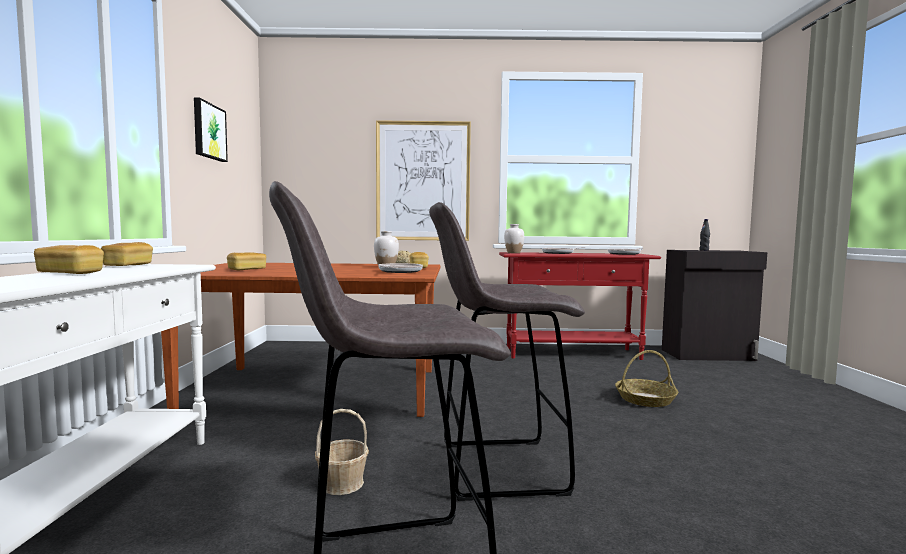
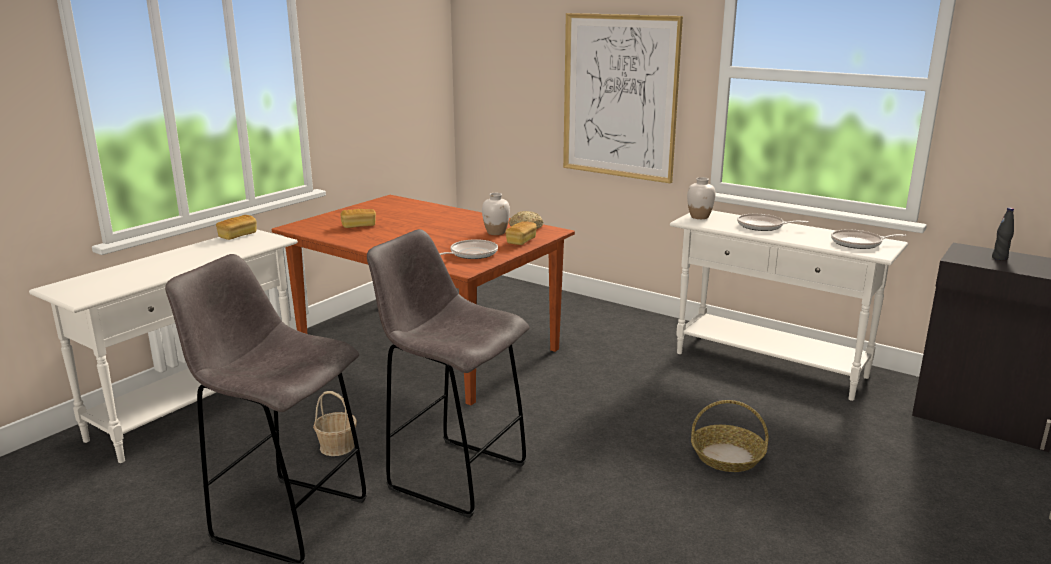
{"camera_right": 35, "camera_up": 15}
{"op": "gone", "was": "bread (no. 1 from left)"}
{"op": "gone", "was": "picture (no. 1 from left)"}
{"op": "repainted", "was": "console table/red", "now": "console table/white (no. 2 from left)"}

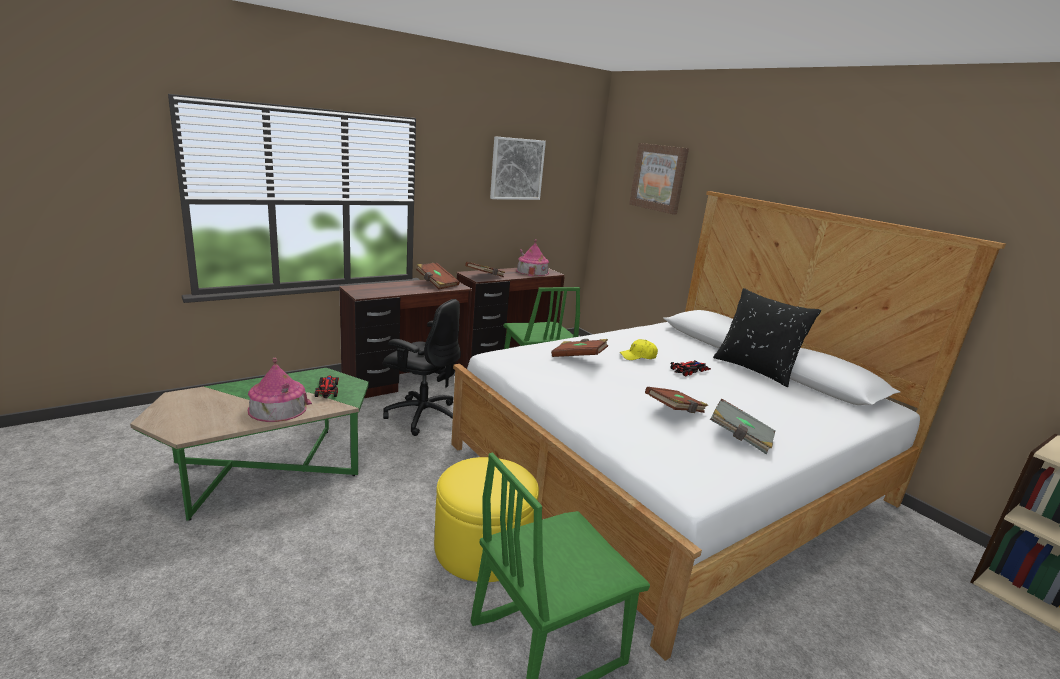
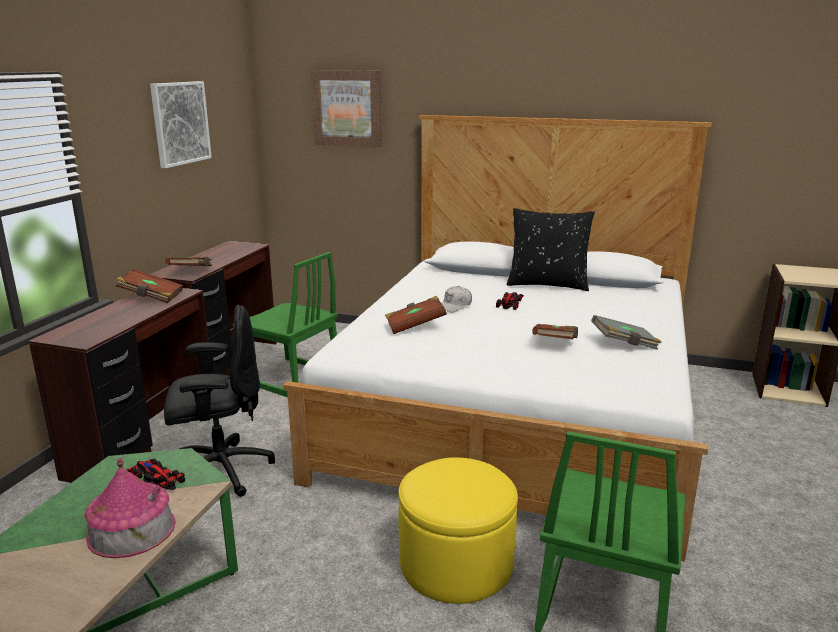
{"camera_right": -35, "camera_up": 0}
{"op": "gone", "was": "toy house (no. 2 from left)"}
{"op": "repainted", "was": "cap/yellow", "now": "cap/white"}

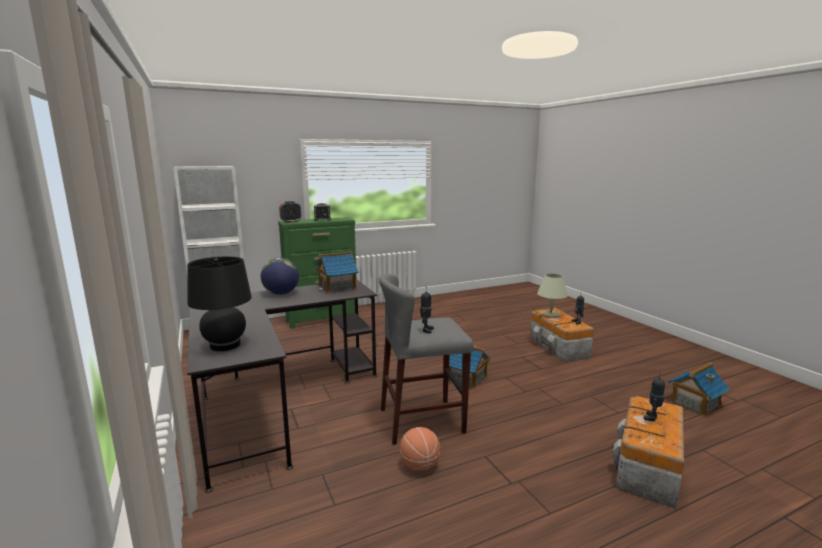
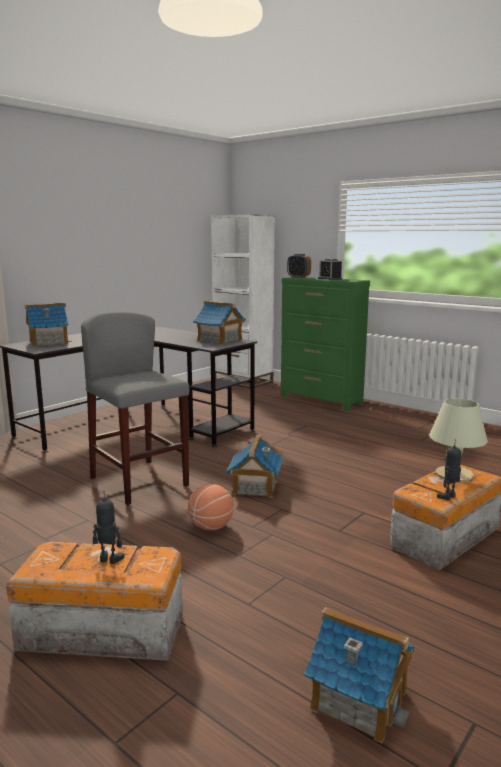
{"camera_right": 65, "camera_up": 0}
{"op": "swapped", "was": "table lamp/black", "now": "toy house (no. 1 from left)"}
{"op": "gone", "was": "globe"}
{"op": "shifted", "was": "basketball"}
{"op": "gone", "was": "toy robot (no. 1 from left)"}

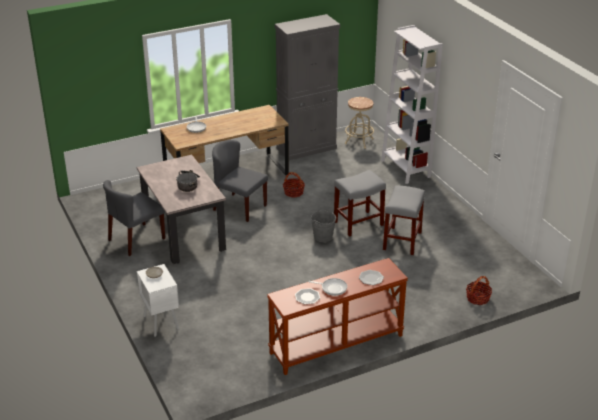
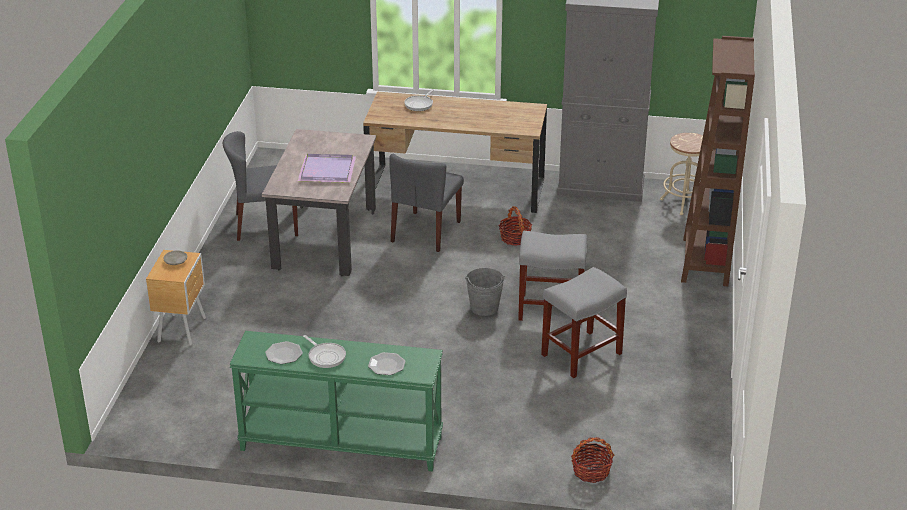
{"camera_right": 35, "camera_up": 0}
{"op": "repainted", "was": "nightstand/white", "now": "nightstand/brown"}
{"op": "swapped", "was": "cooking pot", "now": "tray/purple"}
{"op": "rotated", "was": "chair/grey (no. 2 from left)", "clockwise": -135}
{"op": "repainted", "was": "console table/brown", "now": "console table/green"}
{"op": "repainted", "was": "bookcase/white", "now": "bookcase/brown"}

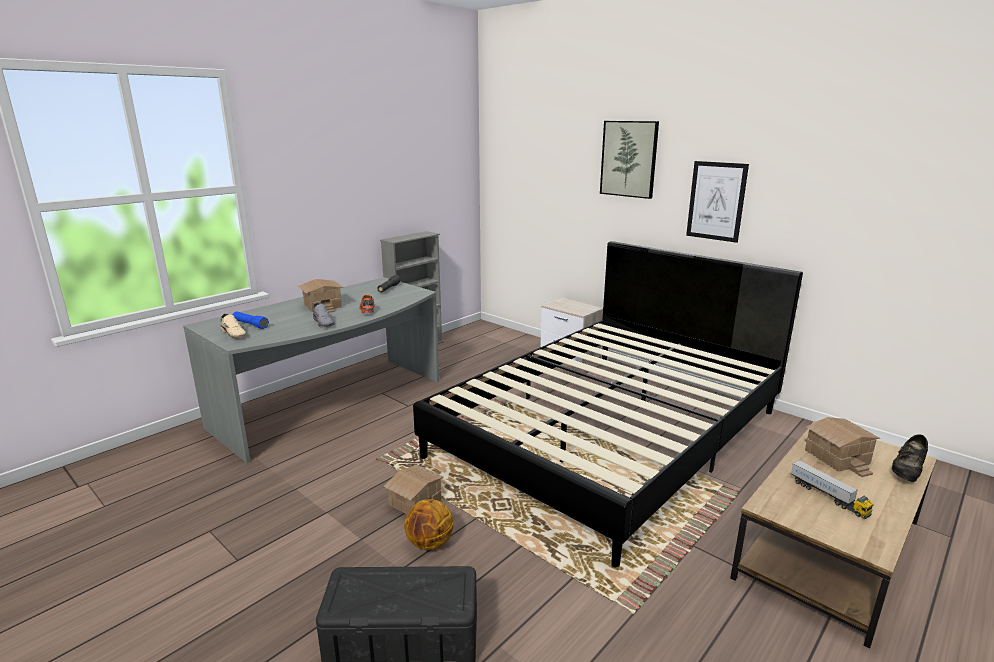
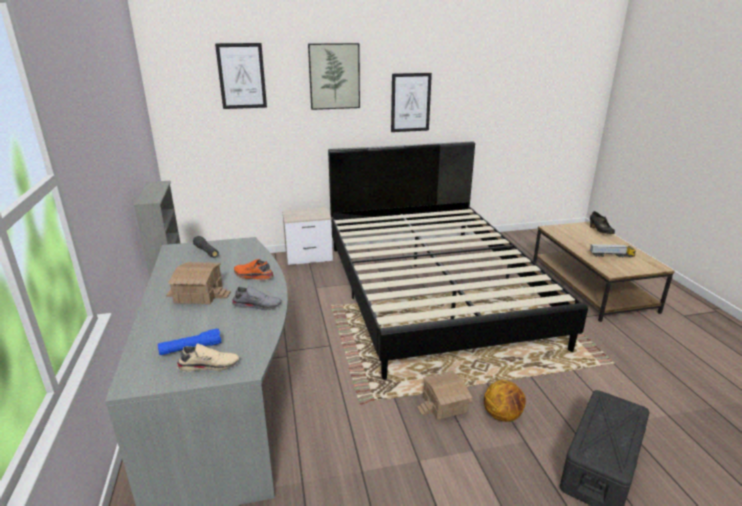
{"camera_right": -55, "camera_up": 5}
{"op": "gone", "was": "toy house (no. 3 from left)"}
{"op": "new", "now": "picture (no. 1 from left)"}

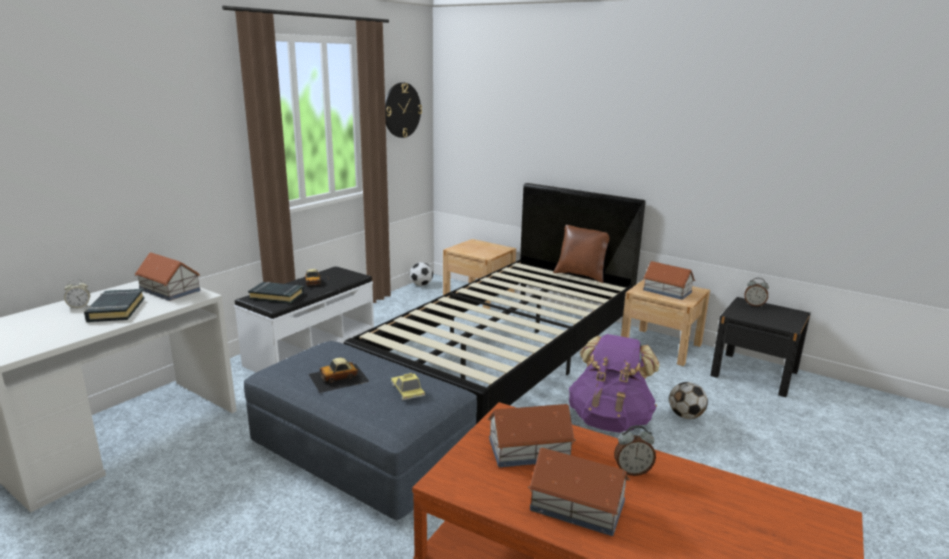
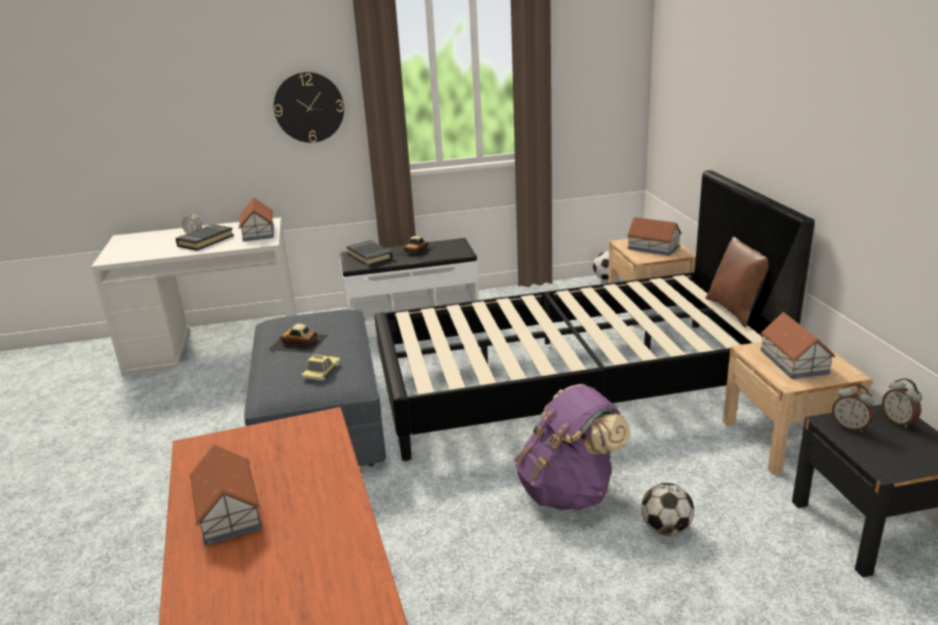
{"camera_right": 45, "camera_up": 5}
{"op": "shifted", "was": "wall clock"}
{"op": "shifted", "was": "toy house (no. 2 from left in the first image)", "now": "toy house (no. 3 from left)"}
{"op": "shifted", "was": "alarm clock (no. 2 from left)"}

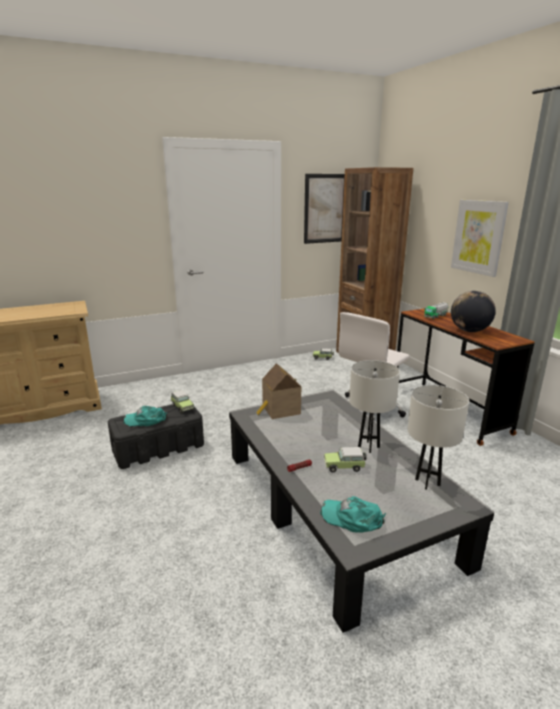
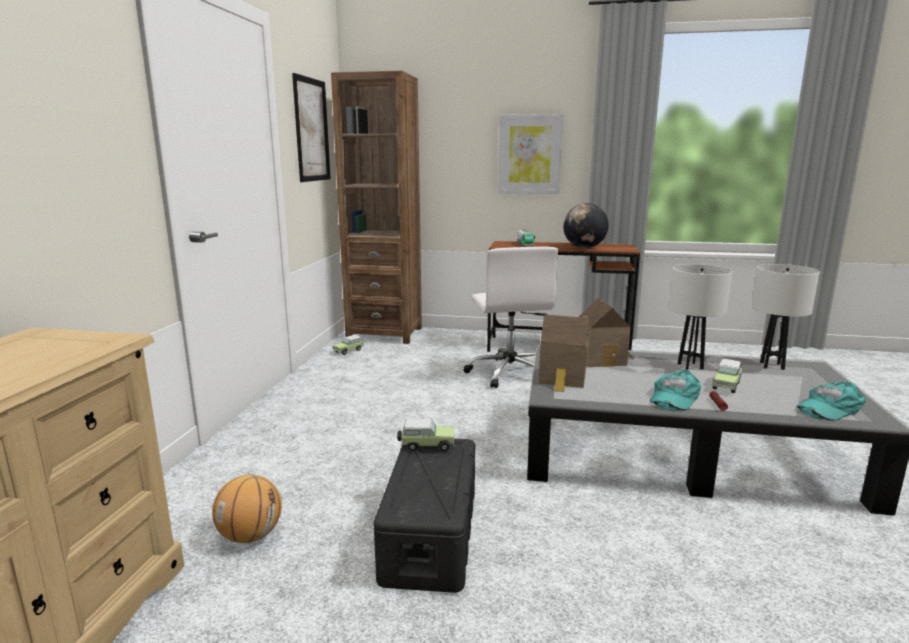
{"camera_right": -55, "camera_up": -5}
{"op": "shifted", "was": "cap/turquoise (no. 1 from left)"}
{"op": "new", "now": "basketball"}
{"op": "new", "now": "toy house (no. 2 from left)"}

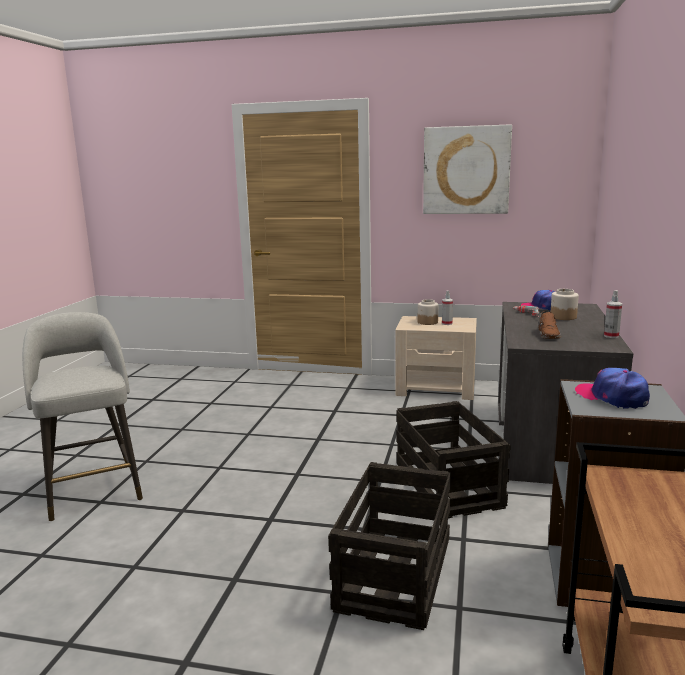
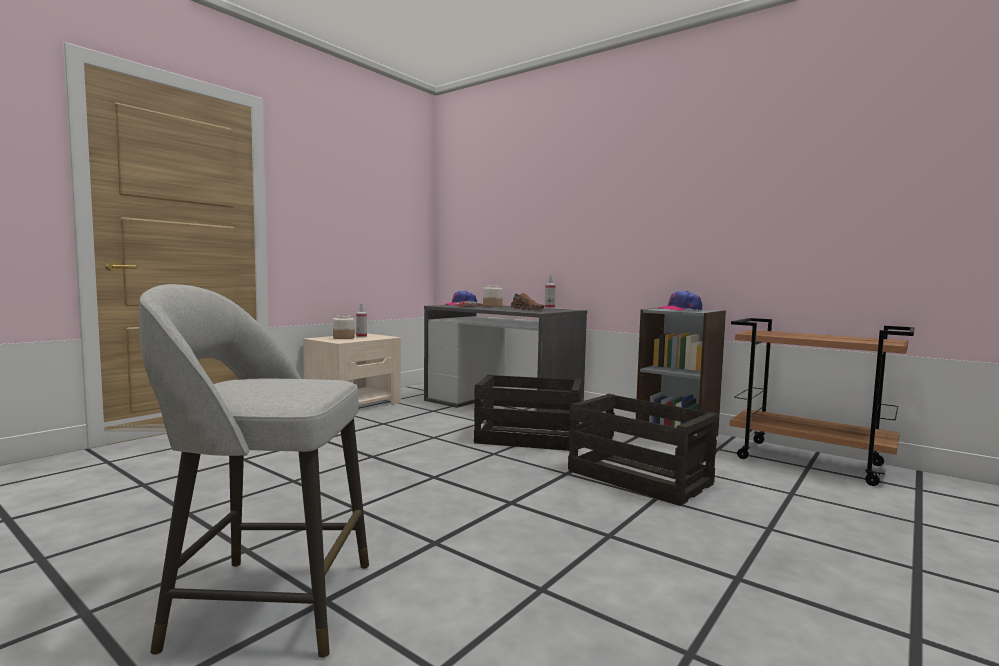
{"camera_right": -65, "camera_up": -10}
{"op": "gone", "was": "picture"}

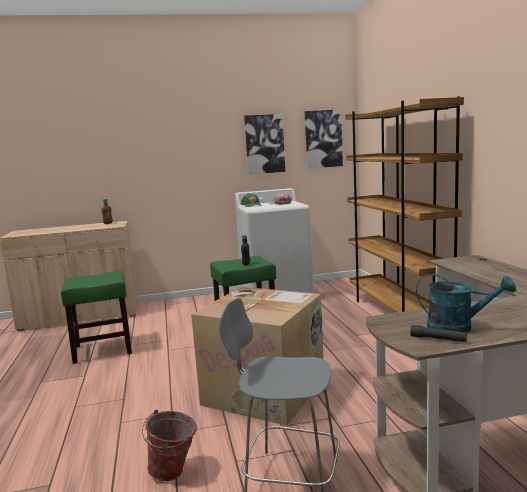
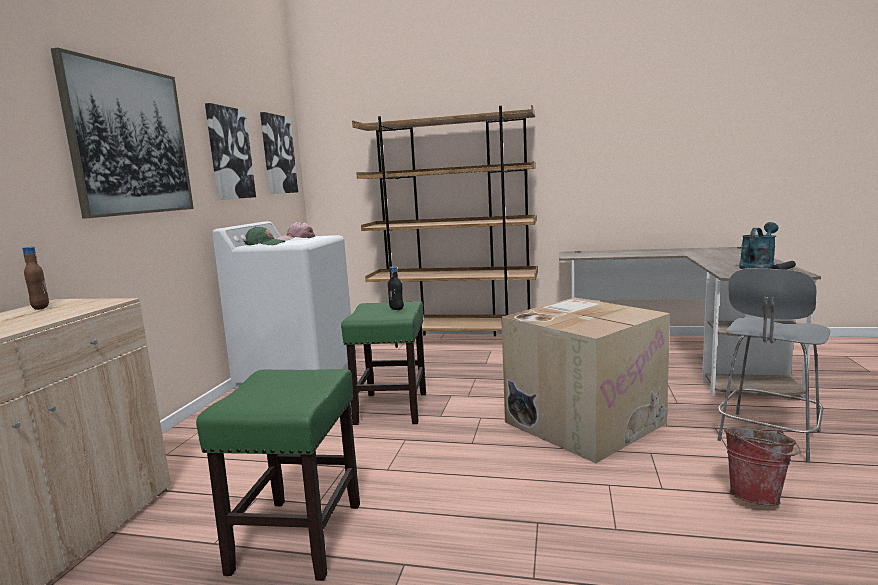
{"camera_right": -65, "camera_up": 0}
{"op": "new", "now": "picture (no. 1 from left)"}

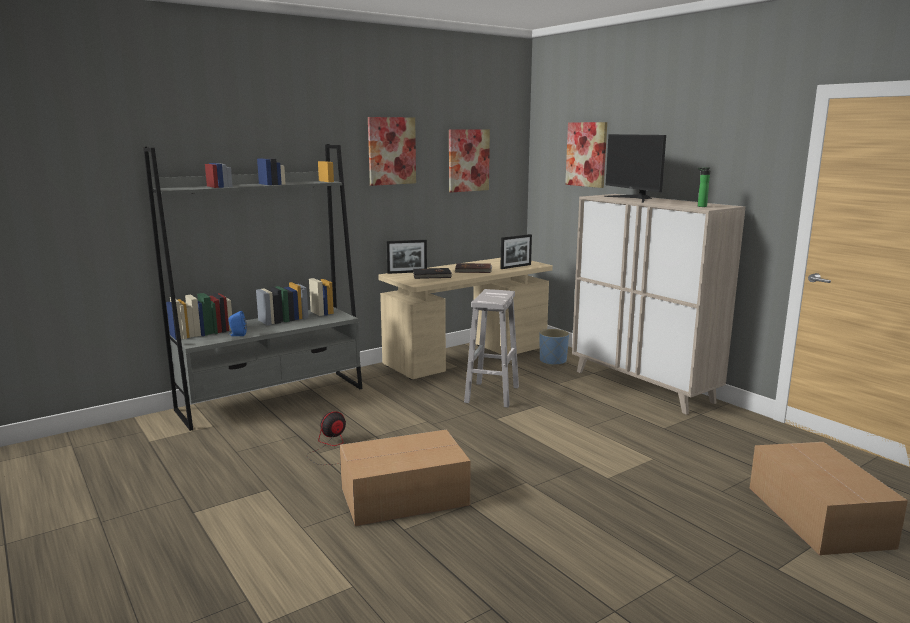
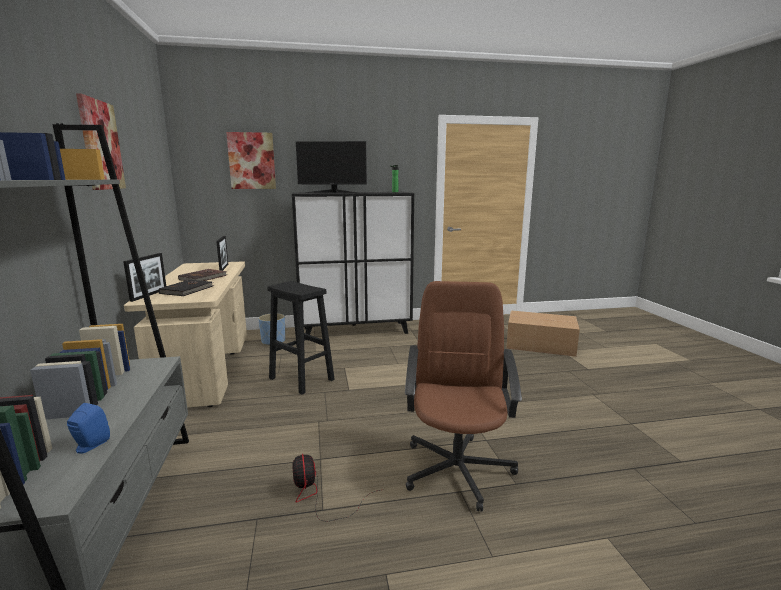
{"camera_right": -65, "camera_up": 0}
{"op": "swapped", "was": "cardboard box (no. 1 from left)", "now": "office chair/brown"}
{"op": "gone", "was": "picture (no. 2 from left)"}
{"op": "repainted", "was": "stool/white", "now": "stool/black"}
{"op": "repainted", "was": "cabinet/beige", "now": "cabinet/black"}

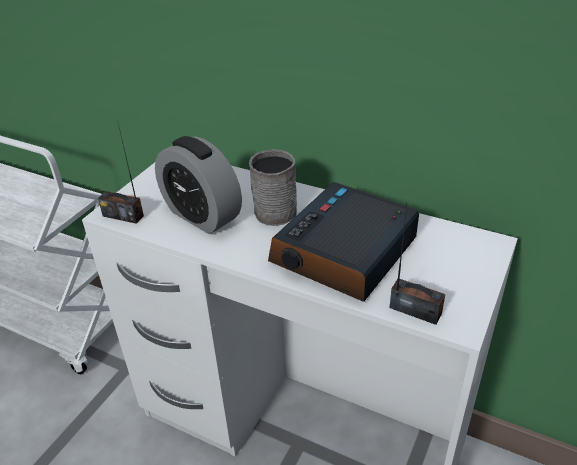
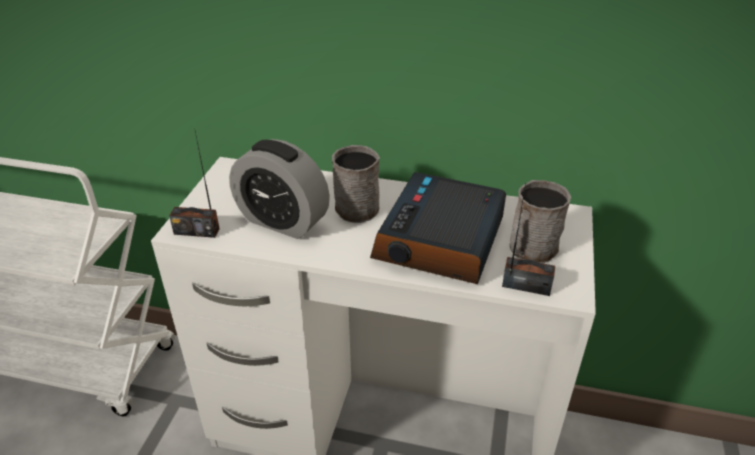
{"camera_right": -15, "camera_up": 0}
{"op": "new", "now": "mug/grey (no. 2 from left)"}

